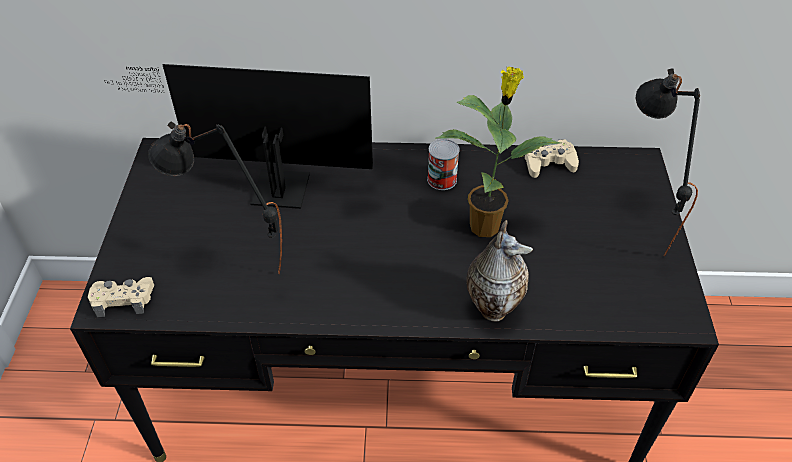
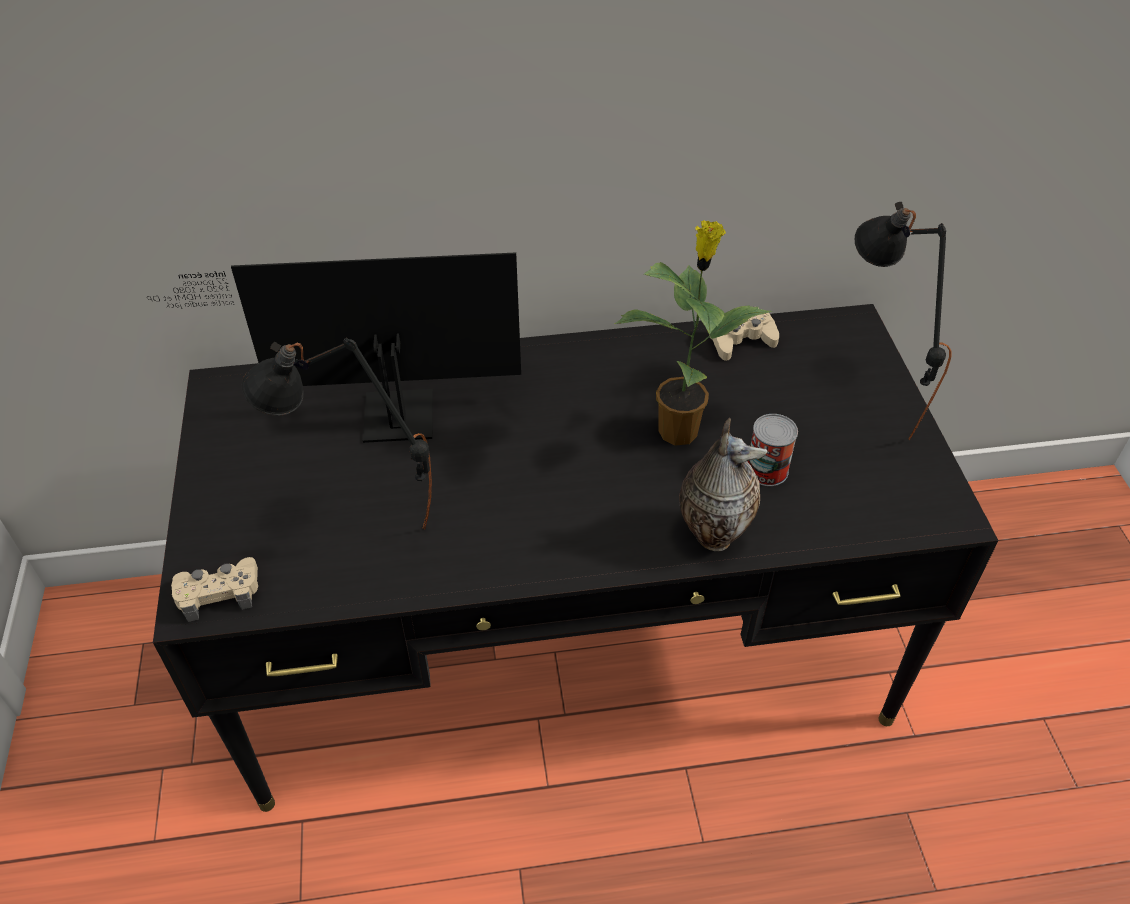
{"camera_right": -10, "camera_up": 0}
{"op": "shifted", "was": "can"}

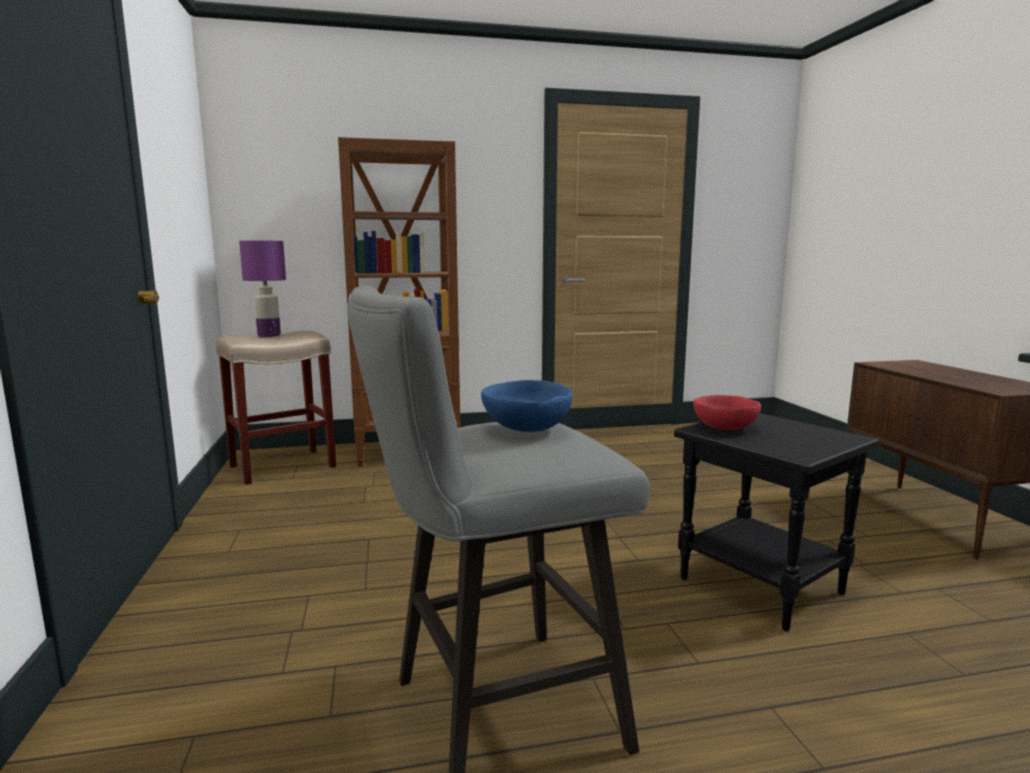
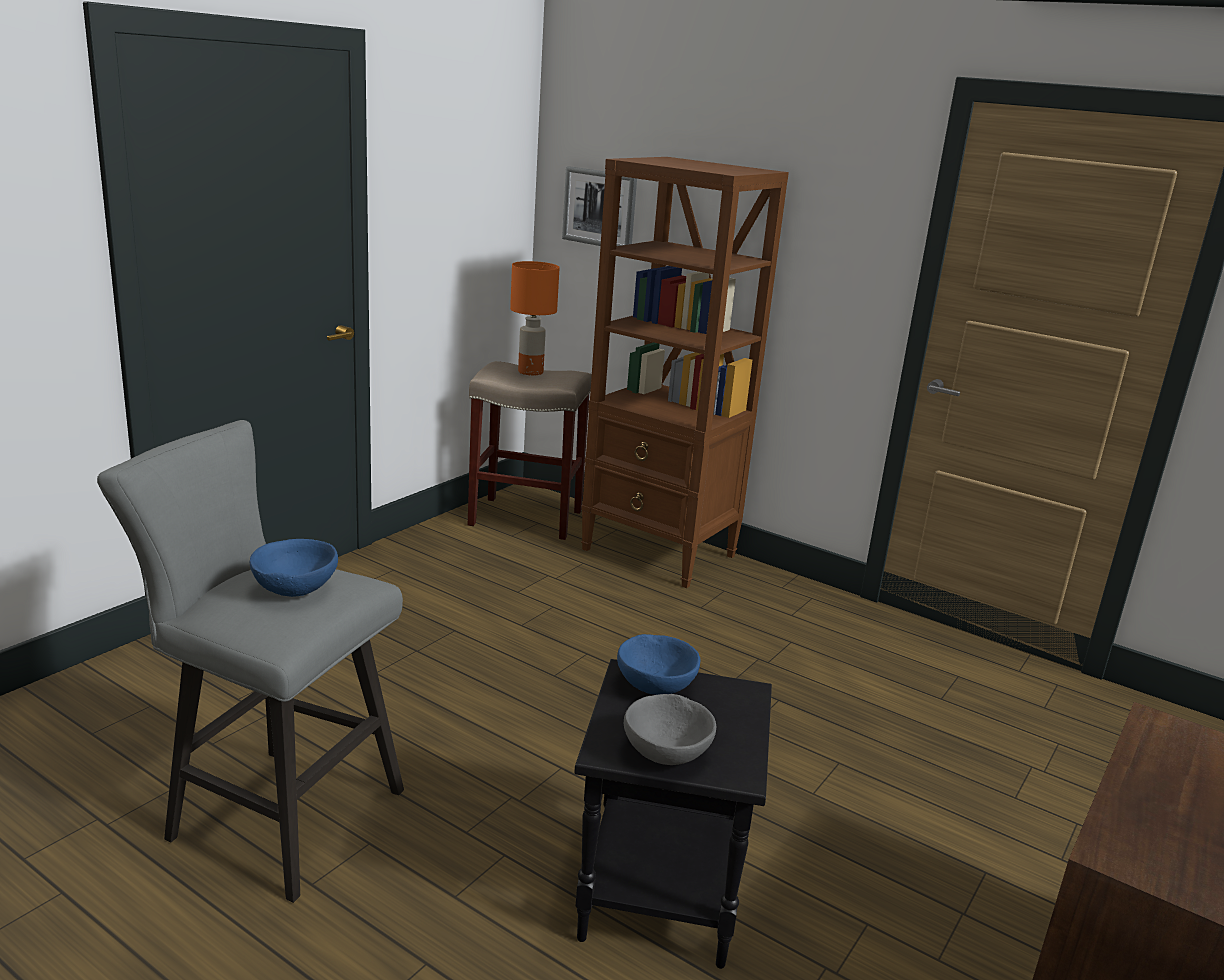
{"camera_right": 45, "camera_up": 10}
{"op": "repainted", "was": "table lamp/purple", "now": "table lamp/orange"}
{"op": "repainted", "was": "bowl/red", "now": "bowl/blue (no. 2 from left)"}
{"op": "new", "now": "picture"}
{"op": "new", "now": "bowl/grey"}

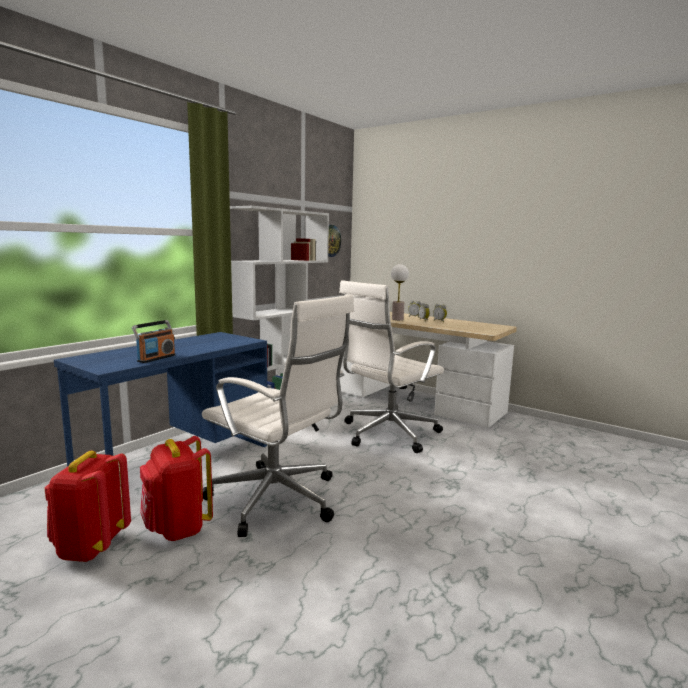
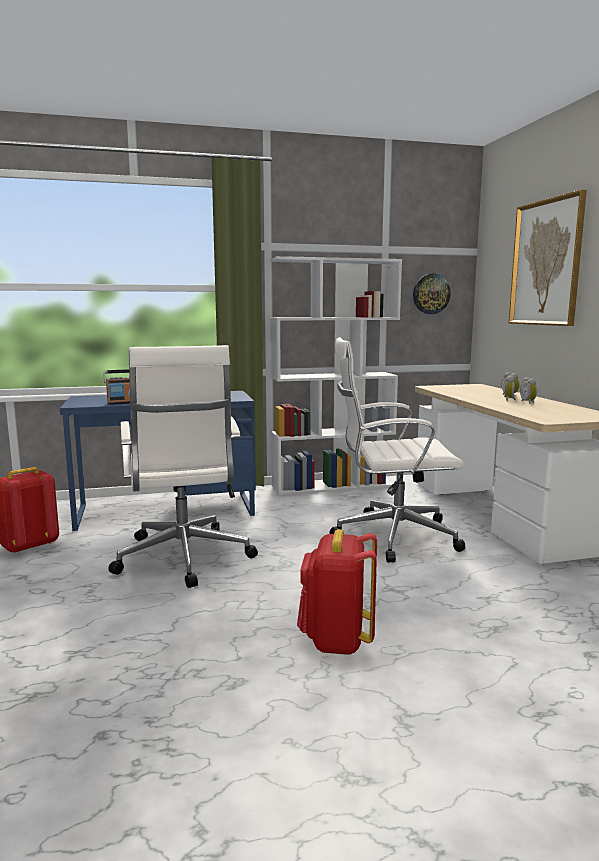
{"camera_right": 40, "camera_up": 0}
{"op": "shifted", "was": "backpack/red (no. 2 from left)"}
{"op": "gone", "was": "table lamp"}
{"op": "new", "now": "picture"}

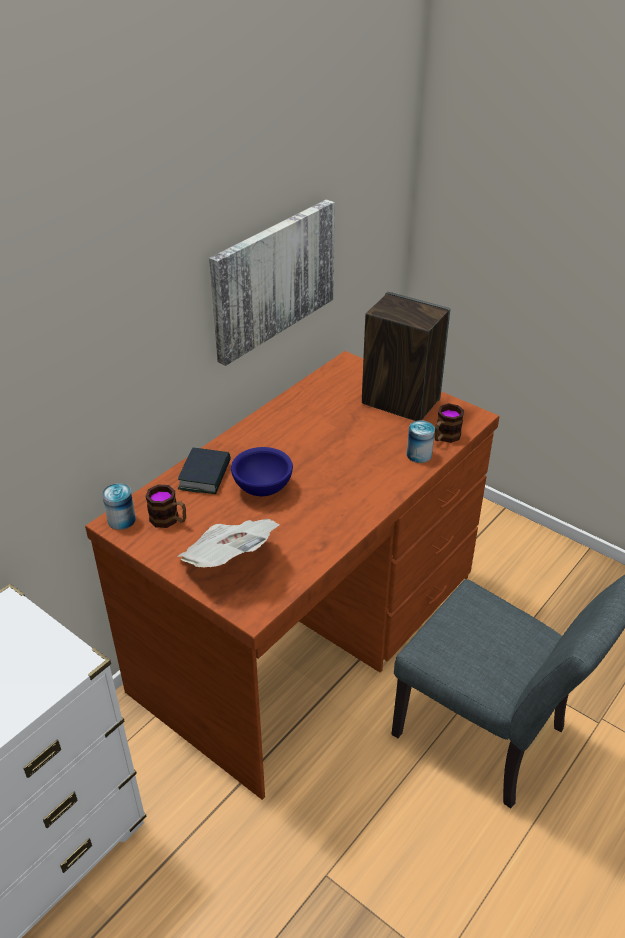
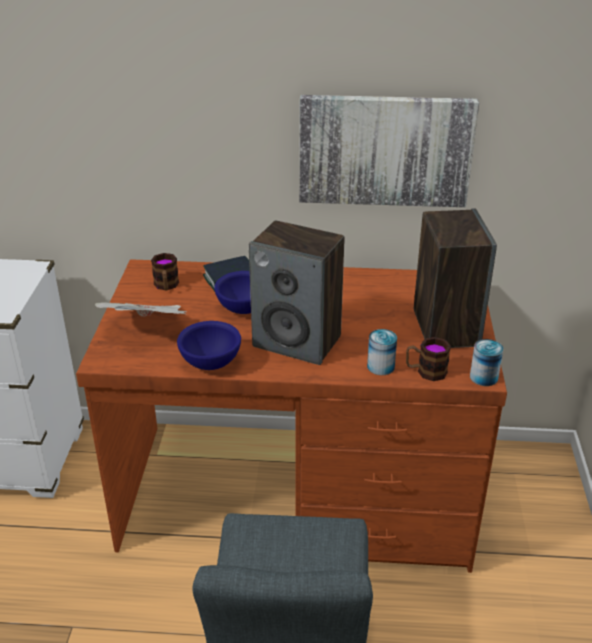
{"camera_right": 55, "camera_up": -5}
{"op": "shifted", "was": "can (no. 1 from left in the first image)", "now": "can (no. 2 from left)"}
{"op": "new", "now": "bowl/blue (no. 1 from left)"}
{"op": "new", "now": "speaker (no. 1 from left)"}

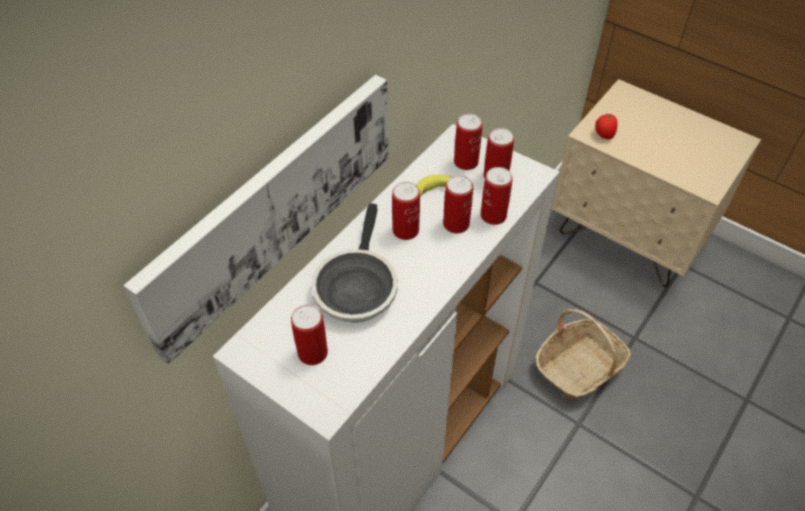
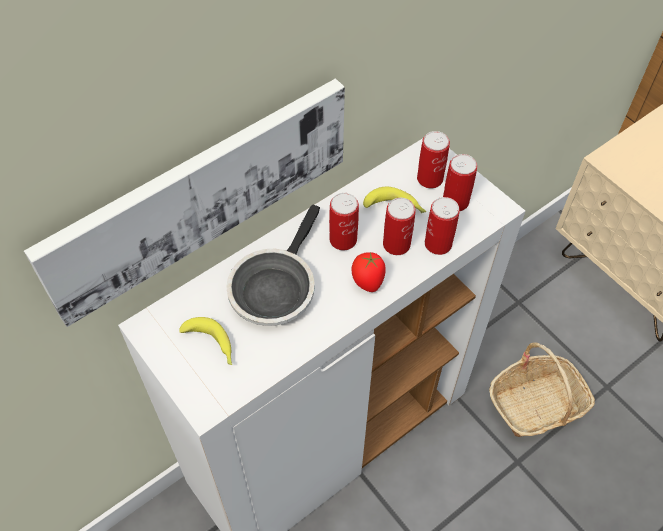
{"camera_right": 15, "camera_up": 5}
{"op": "swapped", "was": "can (no. 1 from left)", "now": "banana (no. 1 from left)"}
{"op": "shifted", "was": "tomato"}

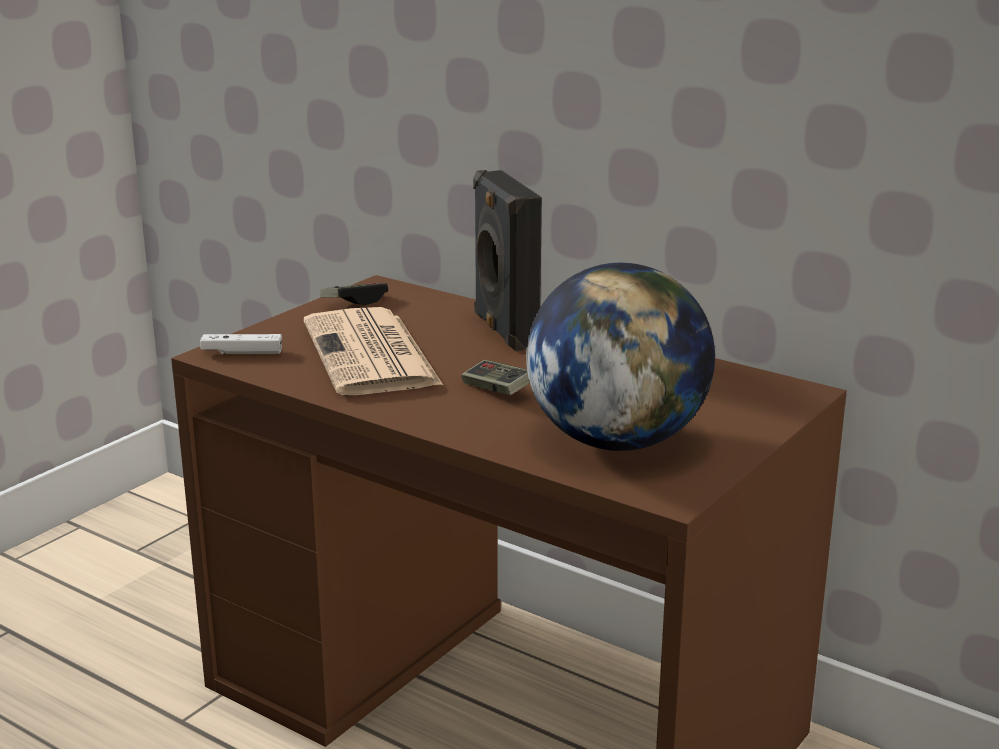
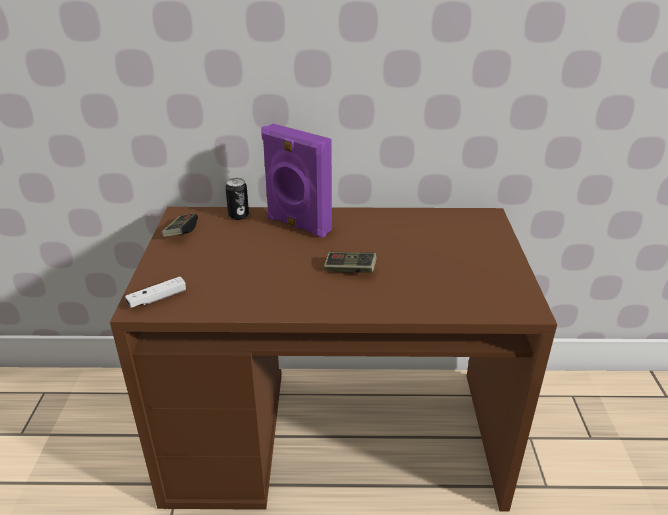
{"camera_right": -35, "camera_up": 10}
{"op": "gone", "was": "newspaper"}
{"op": "repainted", "was": "speaker/black", "now": "speaker/purple"}
{"op": "gone", "was": "globe"}
{"op": "new", "now": "can"}

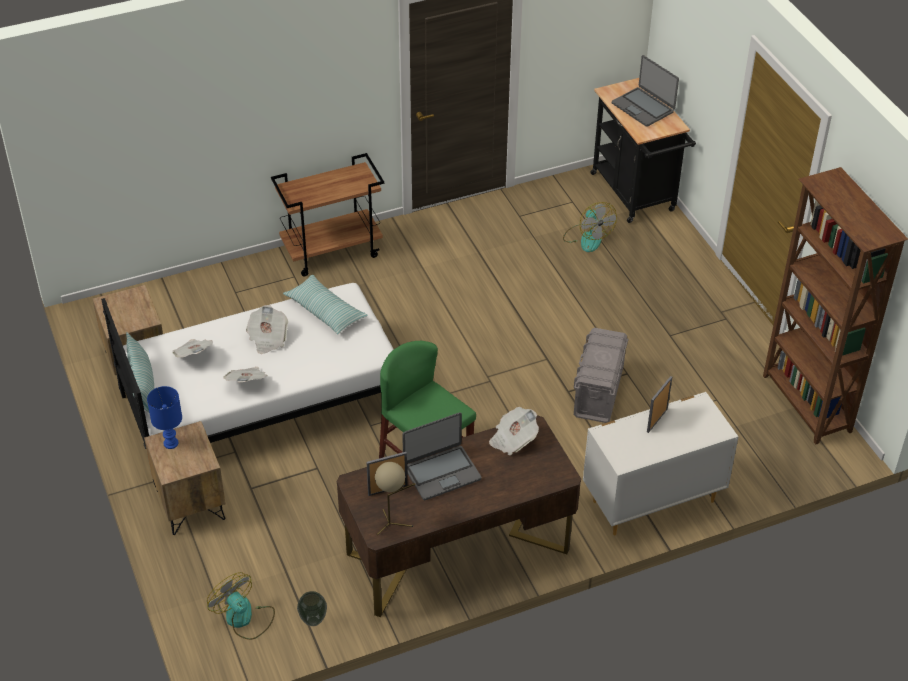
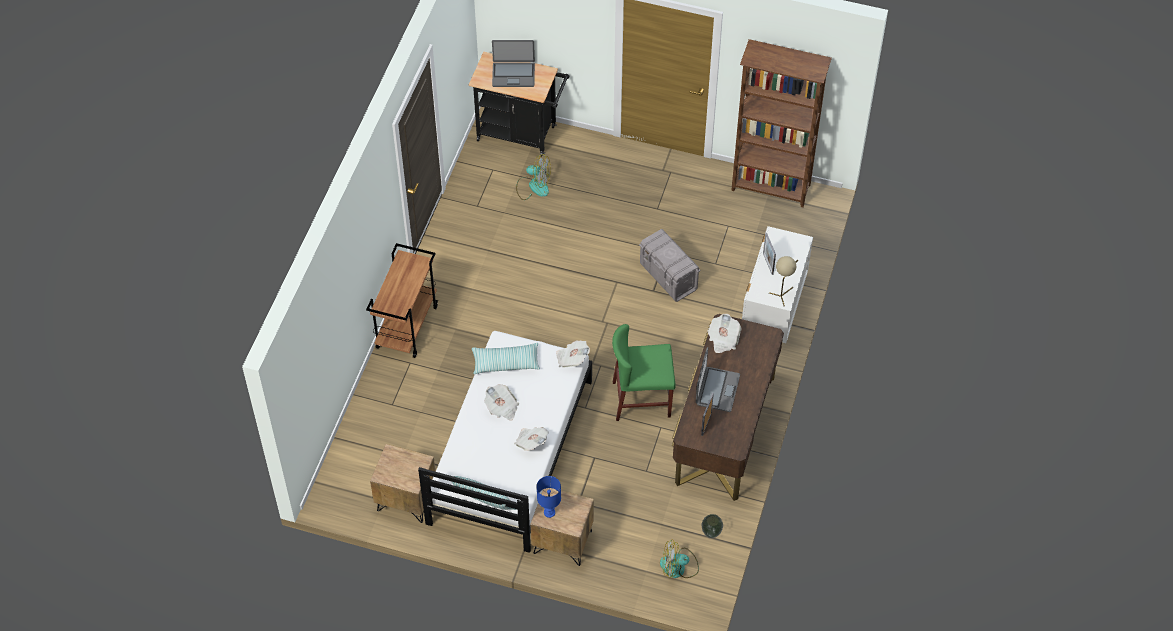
{"camera_right": -50, "camera_up": 10}
{"op": "shifted", "was": "newspaper (no. 1 from left in the first image)", "now": "newspaper (no. 3 from left)"}
{"op": "shifted", "was": "table lamp/beige"}

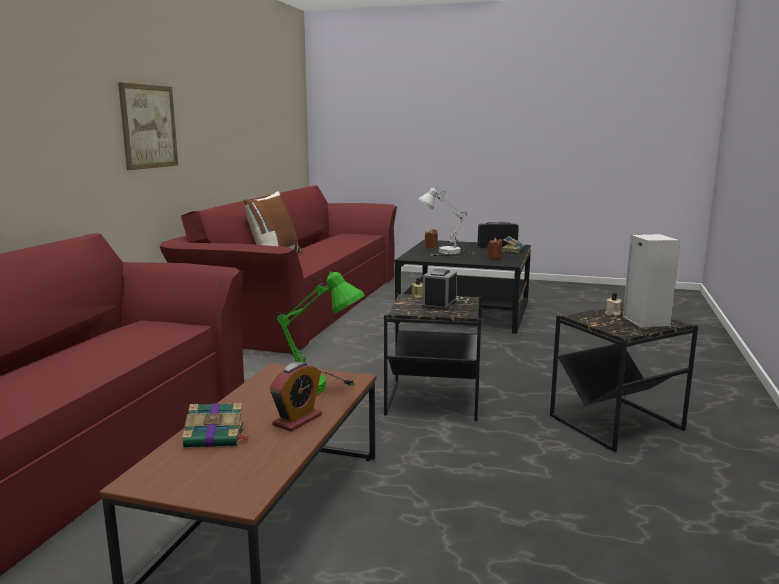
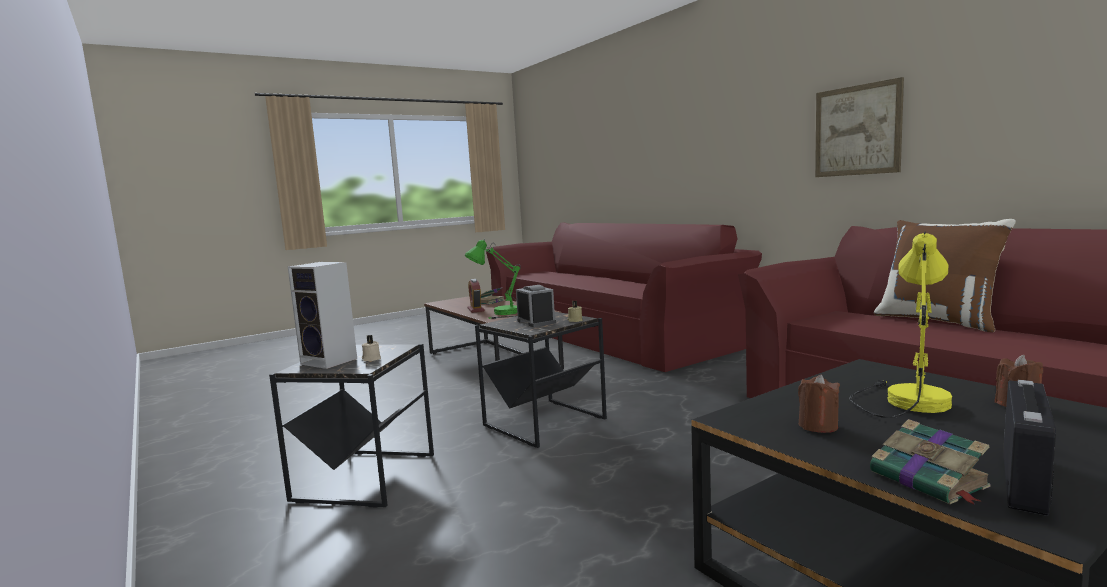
{"camera_right": 130, "camera_up": -5}
{"op": "repainted", "was": "table lamp/white", "now": "table lamp/yellow"}

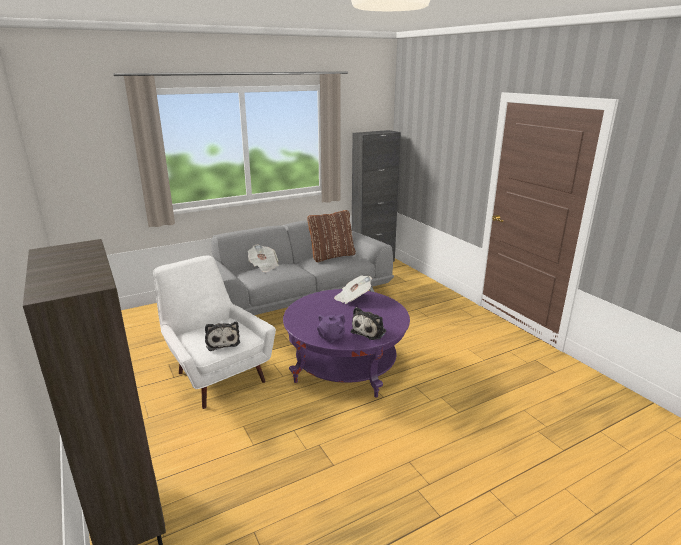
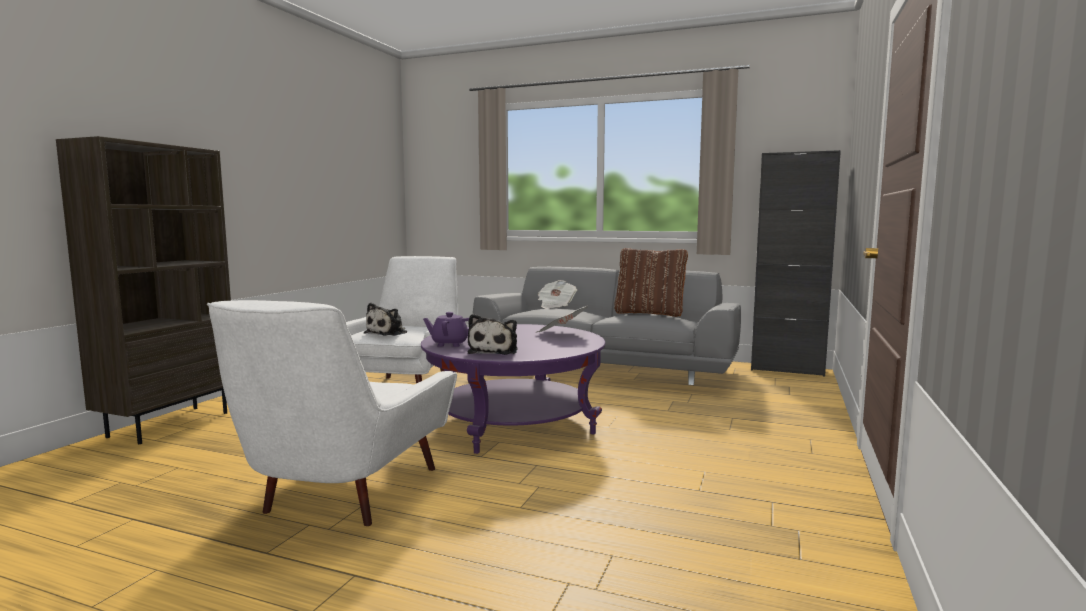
{"camera_right": 50, "camera_up": -15}
{"op": "rotated", "was": "plush toy (no. 2 from left)", "clockwise": -75}
{"op": "new", "now": "armchair/white (no. 1 from left)"}

